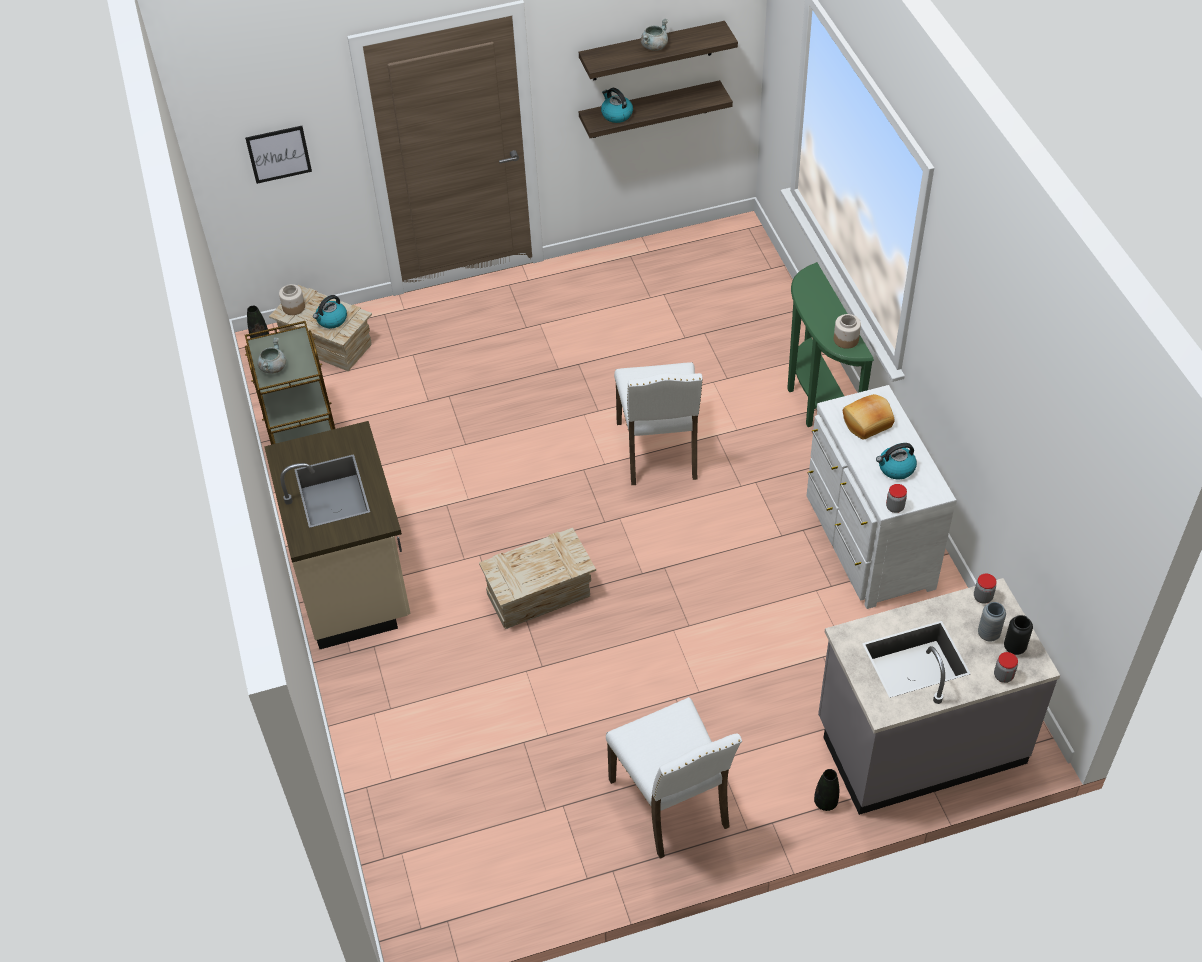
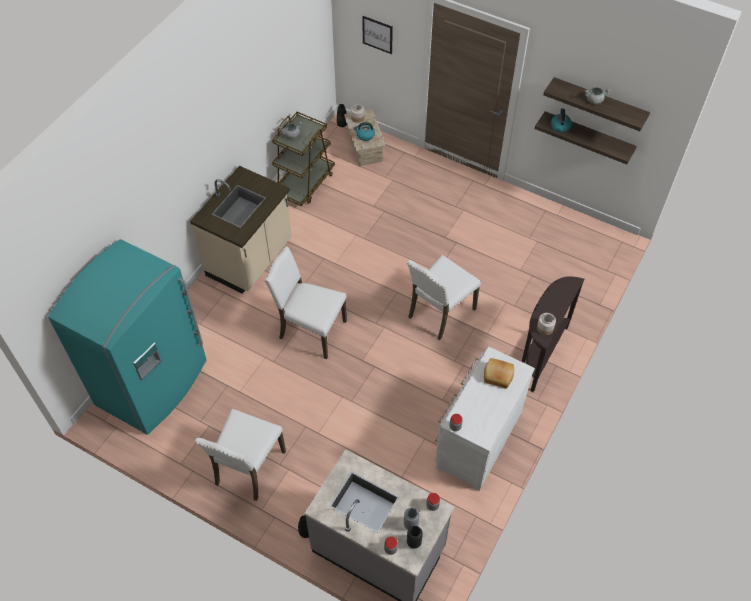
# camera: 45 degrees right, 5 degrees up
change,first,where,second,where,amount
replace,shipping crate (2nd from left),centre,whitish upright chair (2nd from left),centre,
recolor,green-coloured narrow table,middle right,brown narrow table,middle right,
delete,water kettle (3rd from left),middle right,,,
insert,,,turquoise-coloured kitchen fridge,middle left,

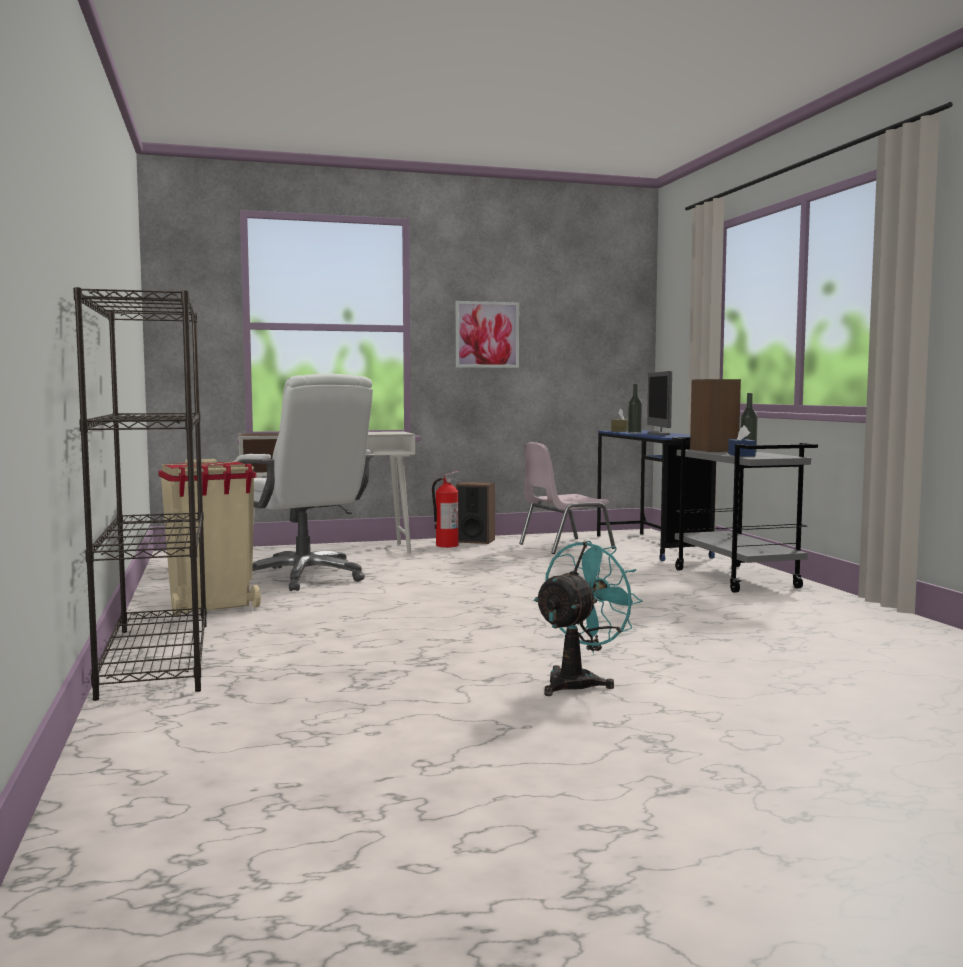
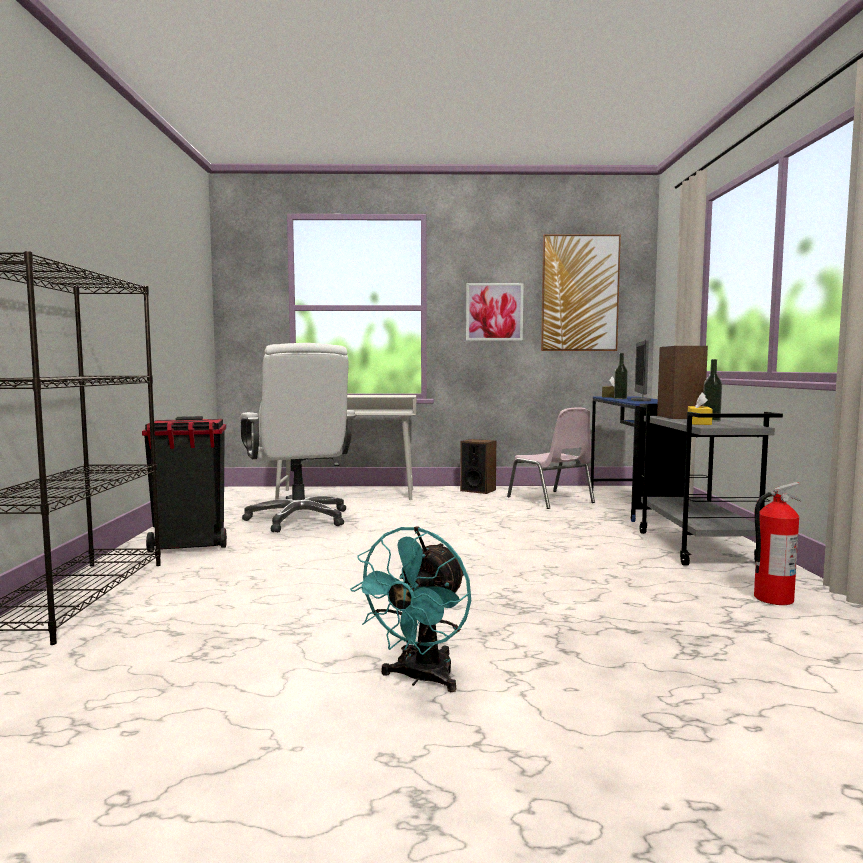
# camera: 15 degrees right, 0 degrees up
change,first,where,second,where,amount
recolor,beige-coloured rubbish bin,middle left,black rubbish bin,middle left,
move,fire-fighting cylinder,centre,,middle right,
rotate,pink-coloured upright chair,centre,,centre,105 degrees counterclockwise
rotate,turquoise-coloured cooling fan,centre,,bottom centre,150 degrees clockwise
recolor,blue-coloured tissue box,middle right,yellowish tissue box,middle right,
insert,,,wall picture (2nd from left),middle right,

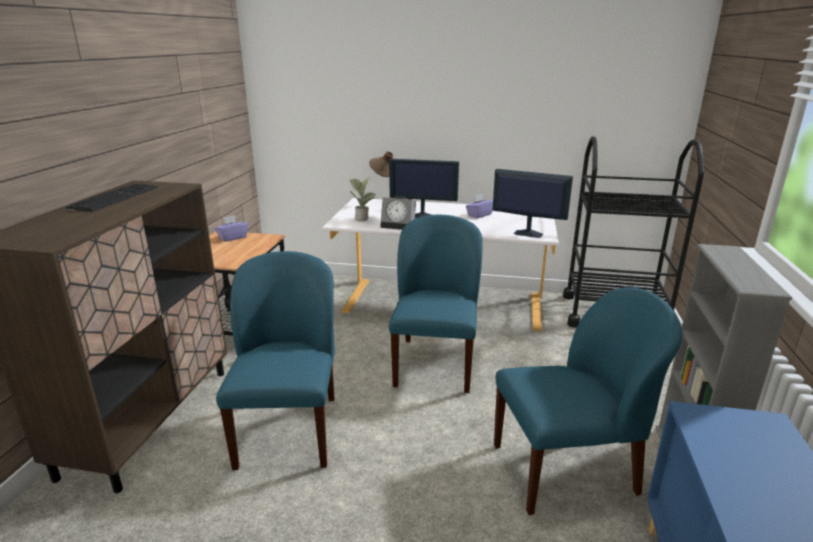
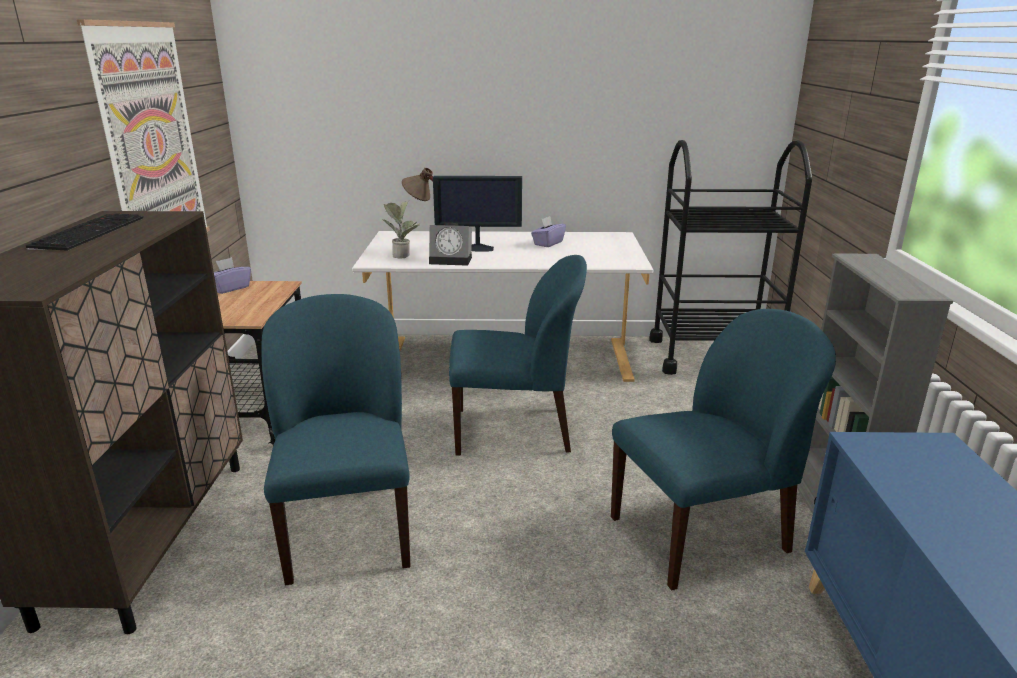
# camera: 10 degrees left, 0 degrees up
change,first,where,second,where,amount
rotate,blue-coloured upright chair (2nd from left),centre,,centre,90 degrees clockwise
delete,computer display (2nd from left),centre,,,
insert,,,wall picture,top left,

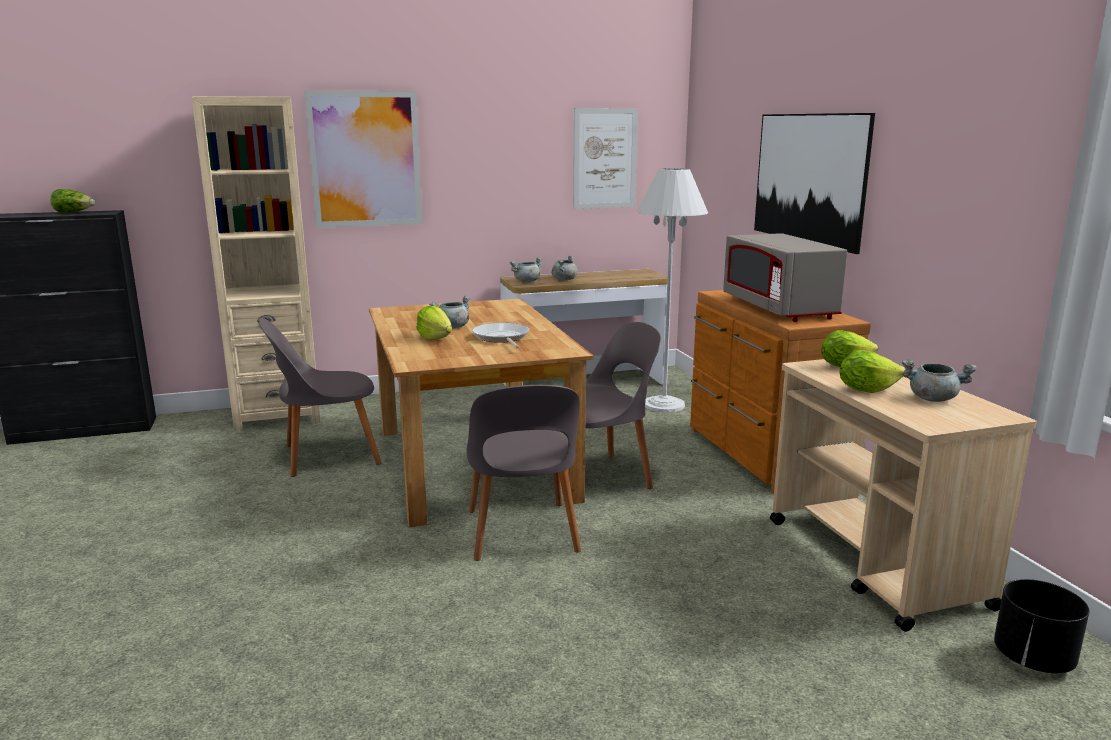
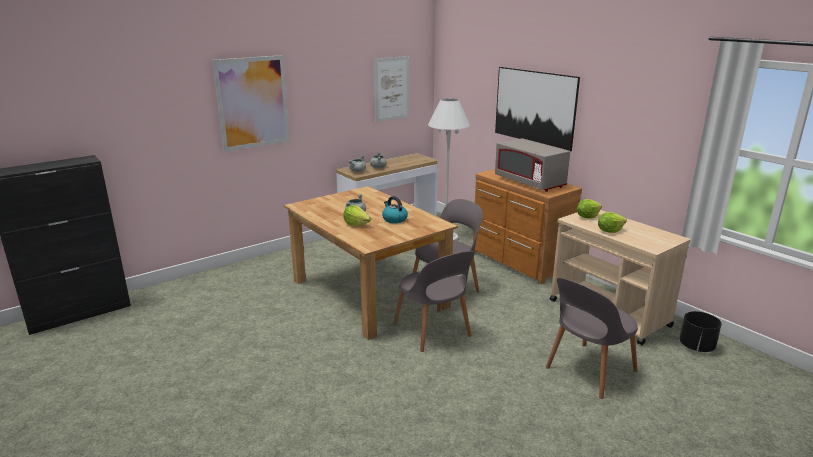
# camera: 20 degrees left, 5 degrees up
change,first,where,second,where,amount
delete,lettuce head (1st from left),top left,,,
delete,beige-coloured bookcase,middle left,,,
move,gray upright chair (1st from left in the first image),middle left,gray upright chair (3rd from left),bottom right,
replace,frying pan,centre,water kettle,centre,
delete,gray saucepot (4th from left),middle right,,,

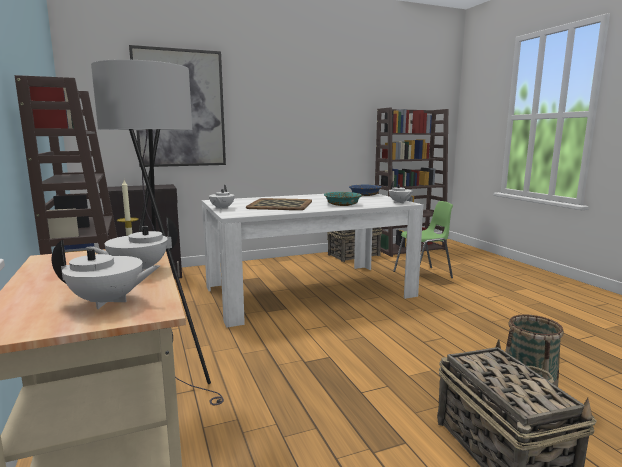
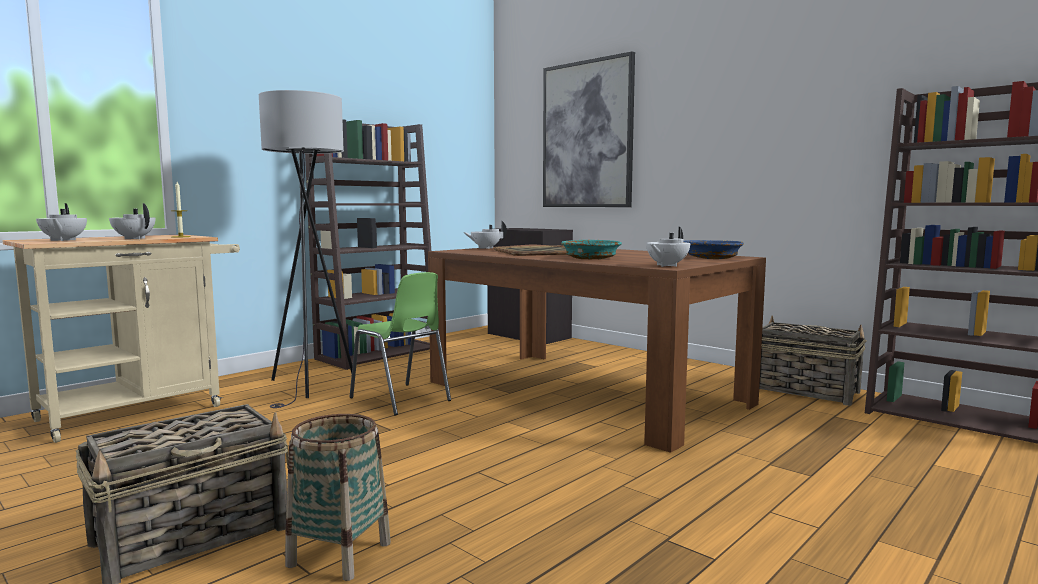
# camera: 65 degrees right, 5 degrees down
change,first,where,second,where,amount
recolor,whitish dinner table,centre,brown dinner table,centre,
move,green-coloured upright chair,middle right,,centre,

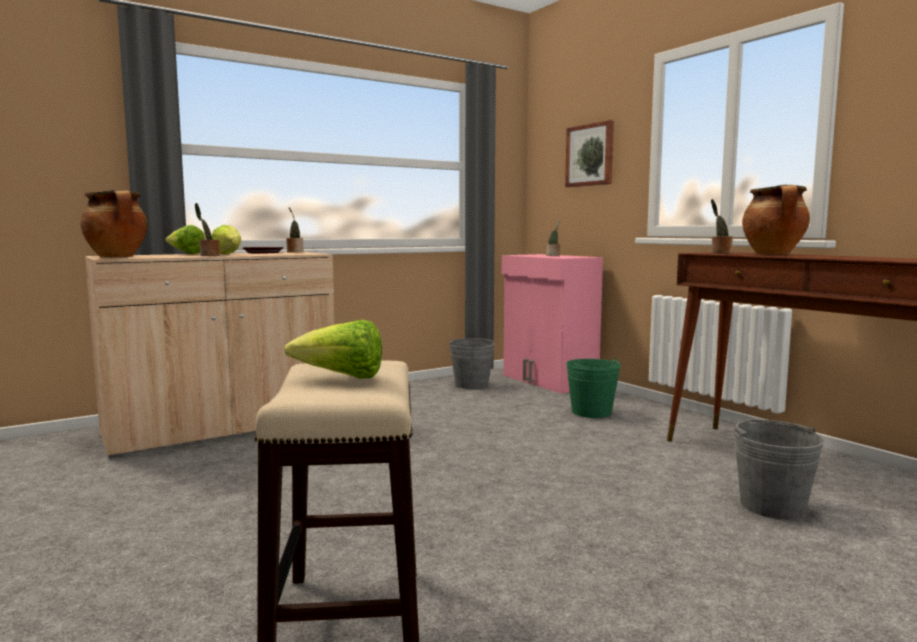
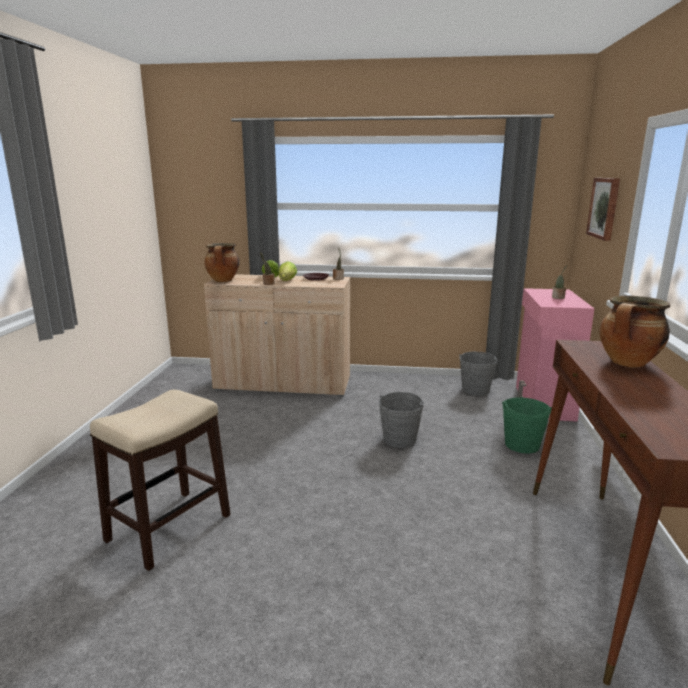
# camera: 40 degrees right, 10 degrees up
change,first,where,second,where,amount
delete,lettuce head (3rd from left),centre,,,
delete,potted plant (4th from left),middle right,,,
move,gray bucket (2nd from left in the first image),bottom right,gray bucket (1st from left),centre,

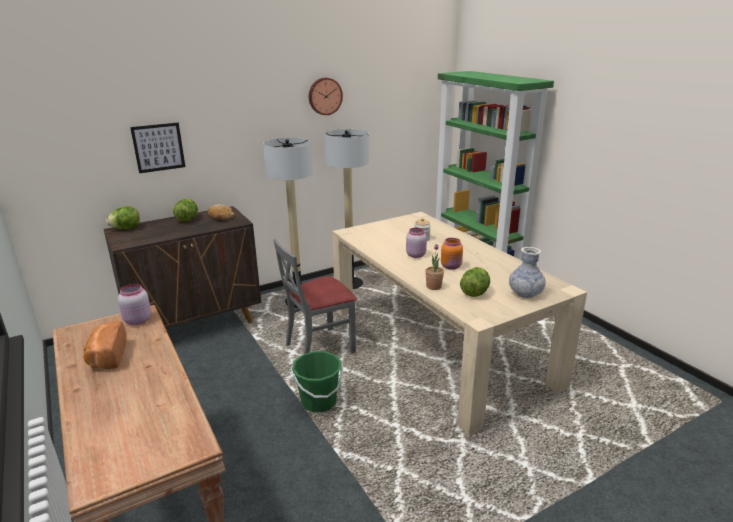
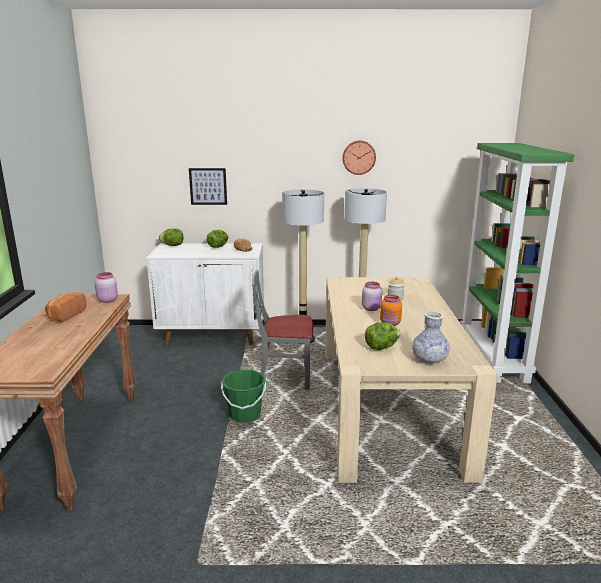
# camera: 30 degrees right, 5 degrees down
change,first,where,second,where,amount
recolor,brown storage cabinet,middle left,whitish storage cabinet,centre,
delete,potted plant,centre,,,

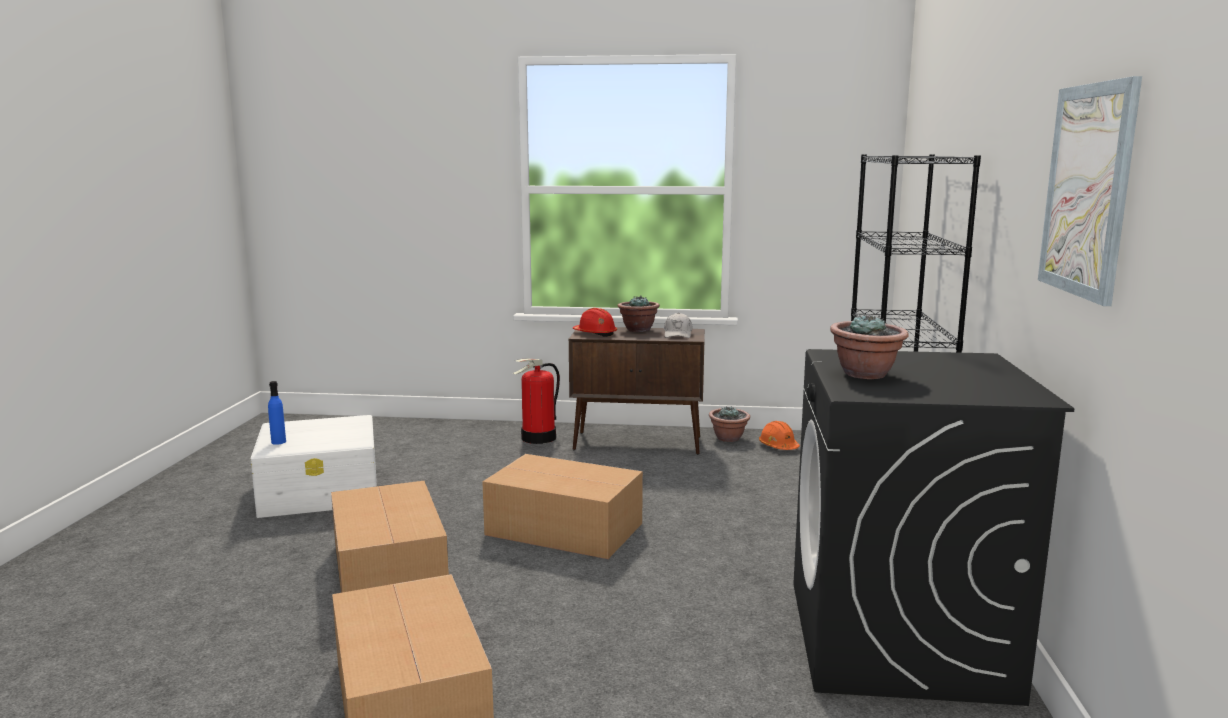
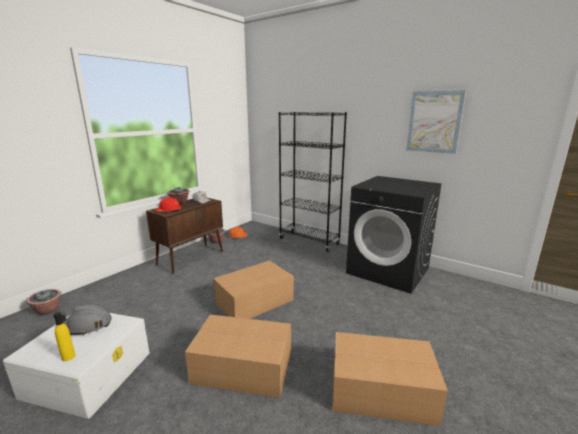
# camera: 60 degrees left, 5 degrees up
change,first,where,second,where,amount
recolor,blue-coloured bottle,middle left,yellowish bottle,bottom left,
delete,fire-fighting cylinder,centre,,,
move,potted plant (3rd from left in the first image),middle right,potted plant (1st from left),bottom left,
insert,,,gray work helmet,bottom left,

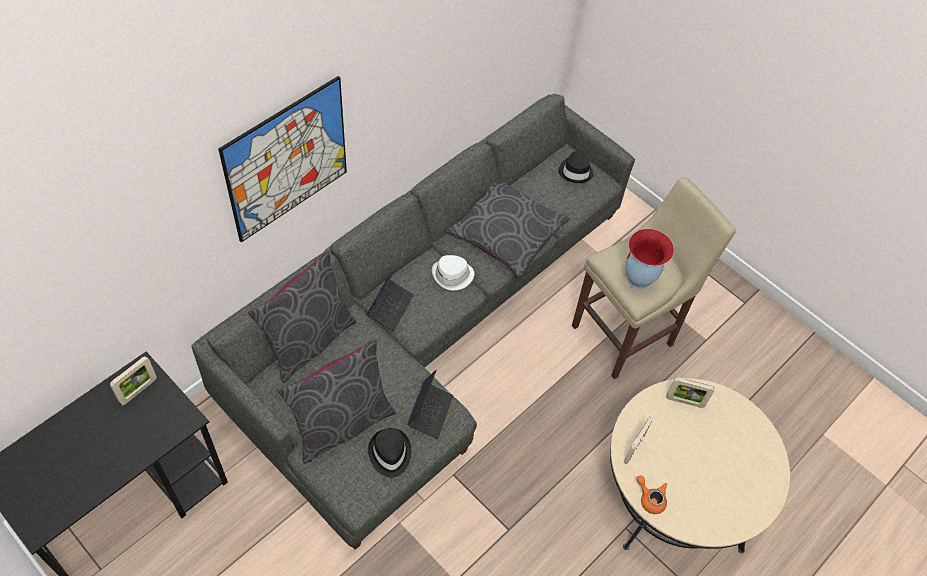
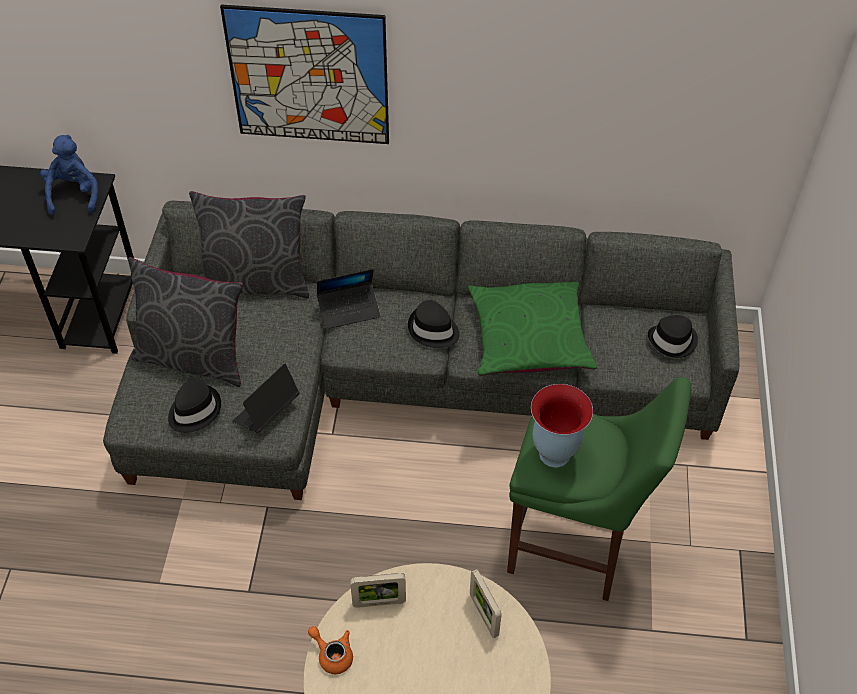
# camera: 55 degrees right, 5 degrees down
change,first,where,second,where,amount
replace,photo frame (1st from left),middle left,blue-coloured cuddly toy,top left,
rotate,laptop (2nd from left in the first image),bottom centre,laptop (1st from left),middle left,150 degrees clockwise
recolor,whitish clothing hat,centre,black clothing hat (2nd from left),centre,
recolor,gray throw pillow (3rd from left),centre,green-coloured throw pillow,centre,
recolor,beige-coloured stool seat,middle right,green-coloured stool seat,bottom right,
rotate,orange-coloured teapot,bottom right,,bottom centre,60 degrees counterclockwise

